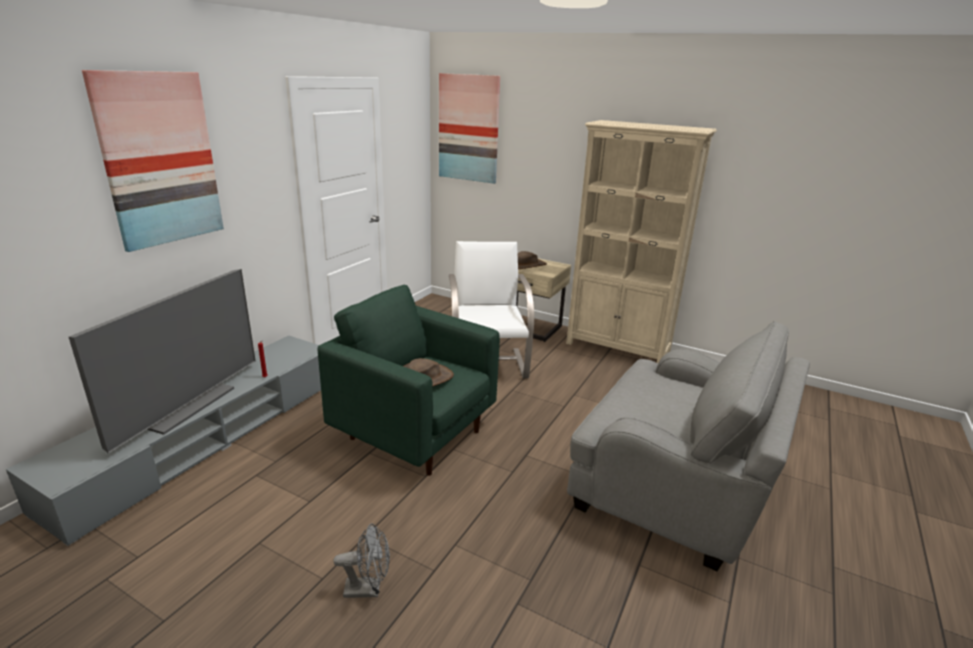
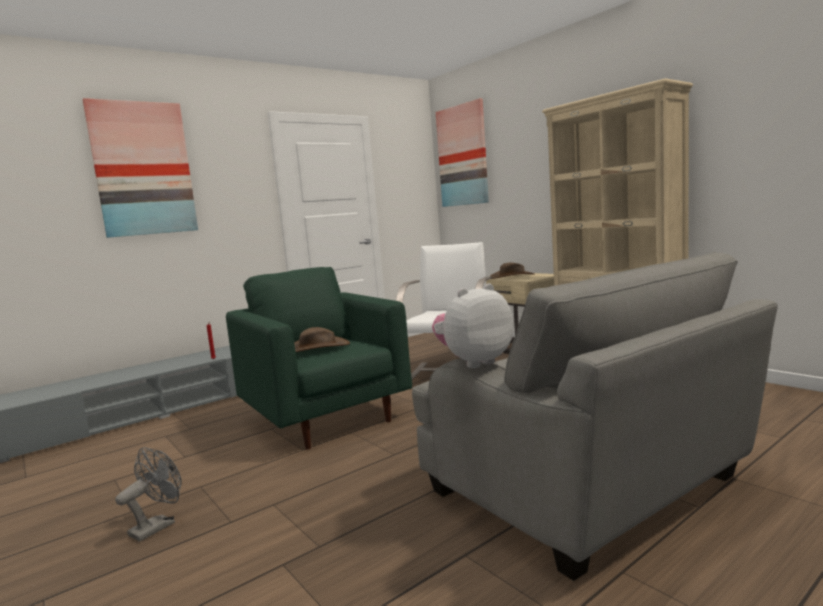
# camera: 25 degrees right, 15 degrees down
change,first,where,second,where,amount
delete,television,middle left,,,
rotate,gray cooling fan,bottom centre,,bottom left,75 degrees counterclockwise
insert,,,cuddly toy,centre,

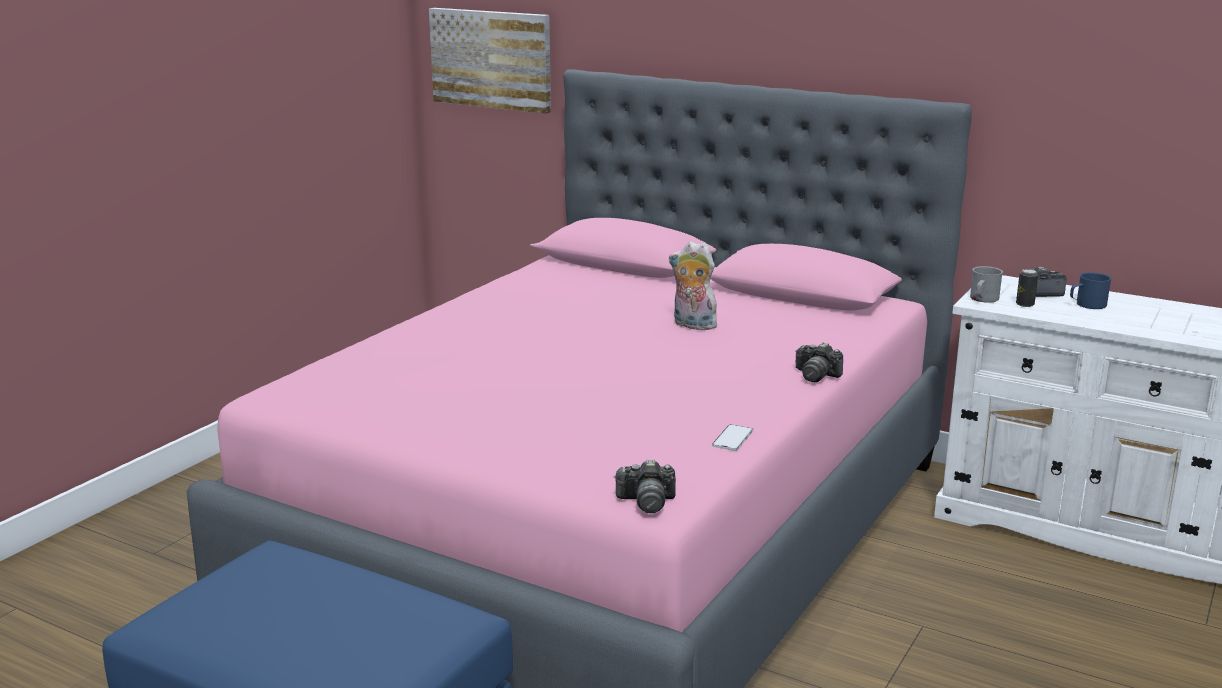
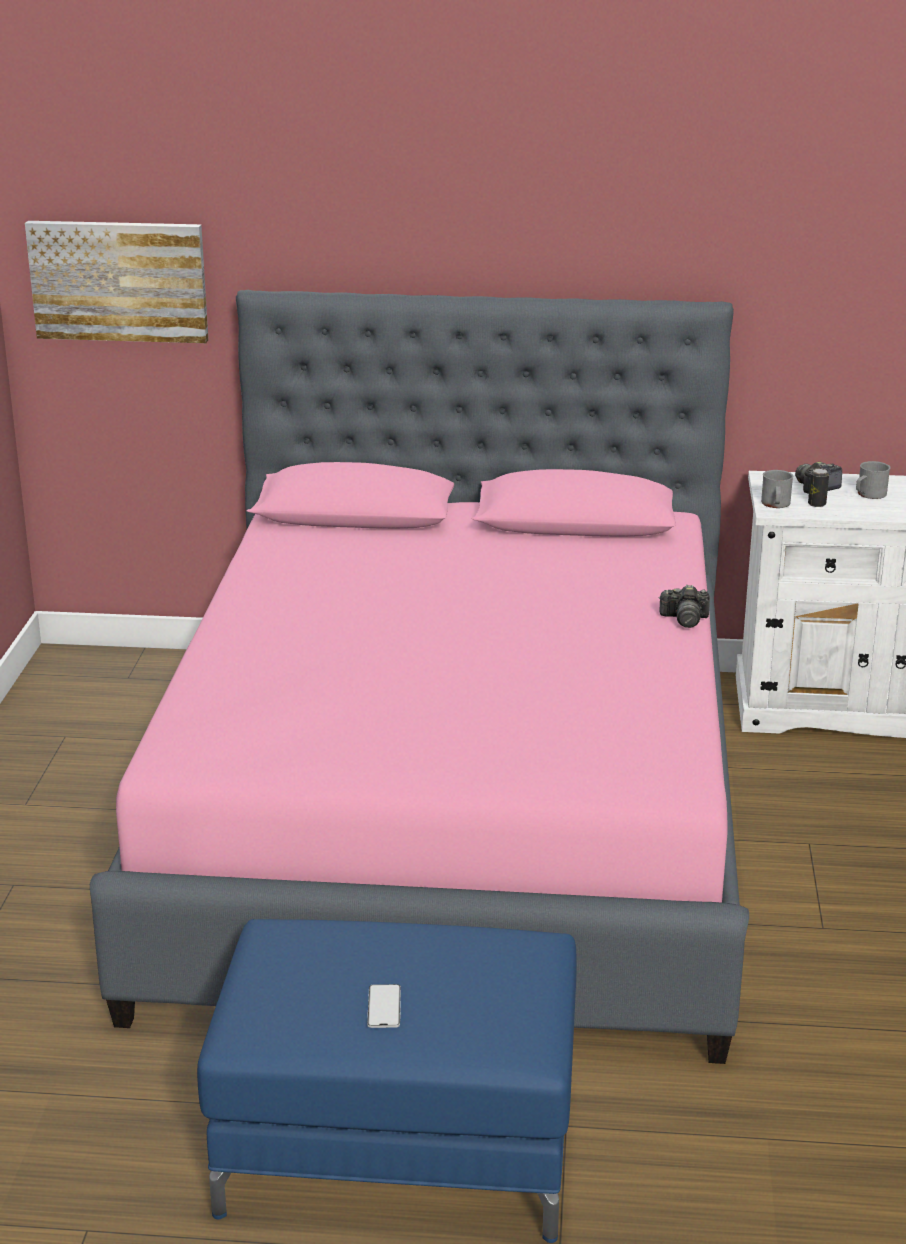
# camera: 25 degrees left, 5 degrees up
change,first,where,second,where,amount
delete,still camera (1st from left),bottom centre,,,
delete,cuddly toy,centre,,,
move,phone,centre,,bottom centre,
recolor,blue-coloured coffee mug,middle right,gray coffee mug (2nd from left),middle right,

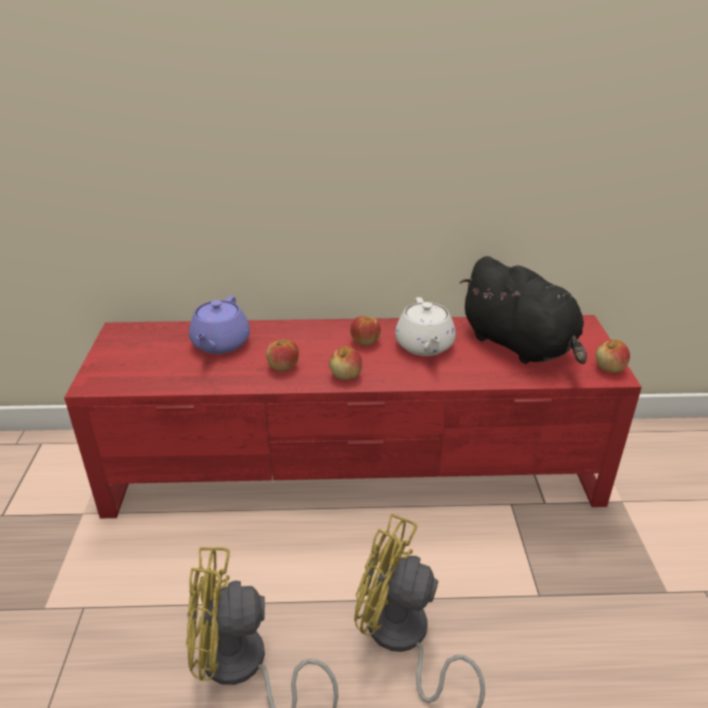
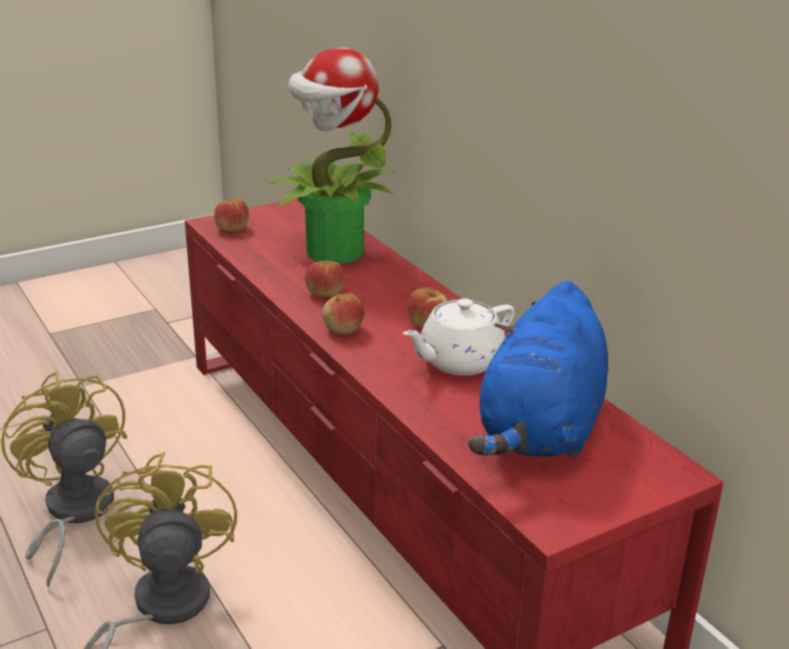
# camera: 60 degrees right, 5 degrees down
change,first,where,second,where,amount
replace,purple-coloured teapot,middle left,potted plant,top centre,
recolor,black cuddly toy,middle right,blue-coloured cuddly toy,middle right,
move,apple fruit (4th from left in the first image),middle right,apple fruit (1st from left),top left,

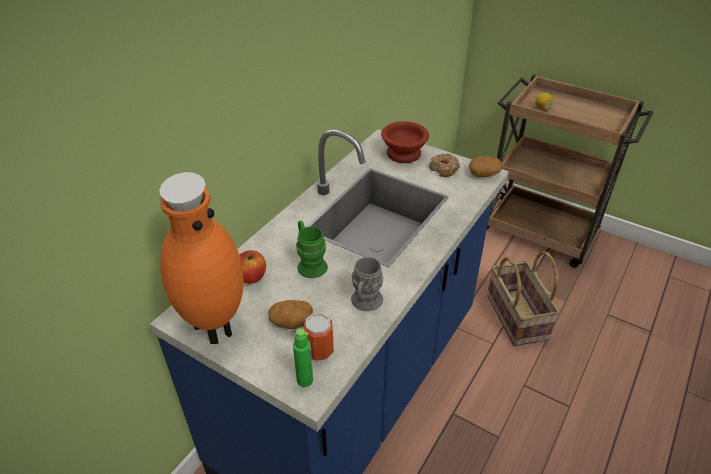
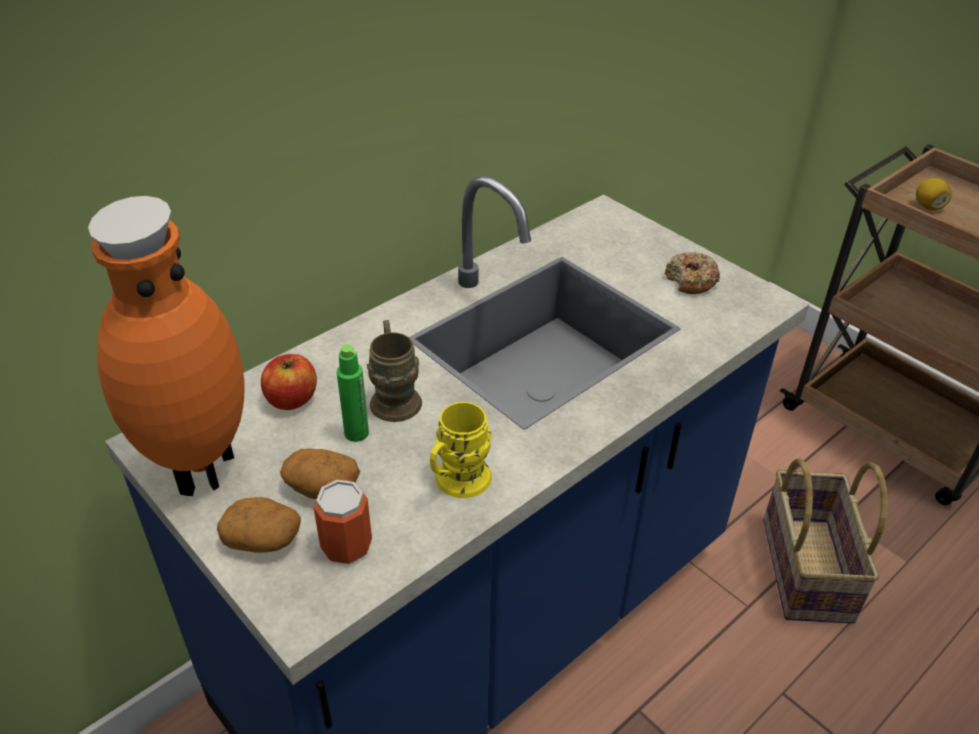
# camera: 15 degrees right, 0 degrees up
change,first,where,second,where,amount
move,green-coloured bottle,bottom centre,,centre,
recolor,green-coloured coffee mug,centre,brown coffee mug,centre,
recolor,gray coffee mug,centre,yellowish coffee mug,centre,
delete,brown deep dish,top centre,,,
move,potato (2nd from left in the first image),middle right,potato (1st from left),bottom left,

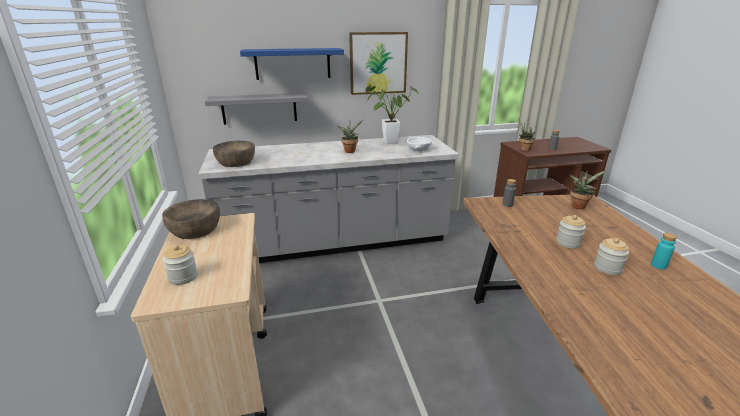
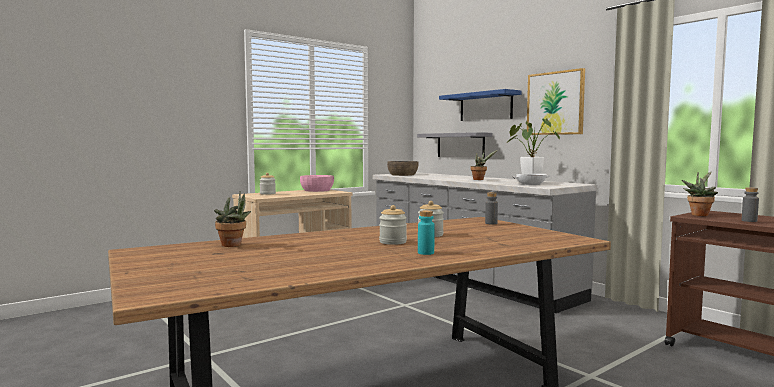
# camera: 65 degrees right, 20 degrees down
change,first,where,second,where,amount
recolor,brown deep dish (1st from left),middle left,pink-coloured deep dish,centre,
move,potted plant (4th from left in the first image),middle right,potted plant (1st from left),middle left,

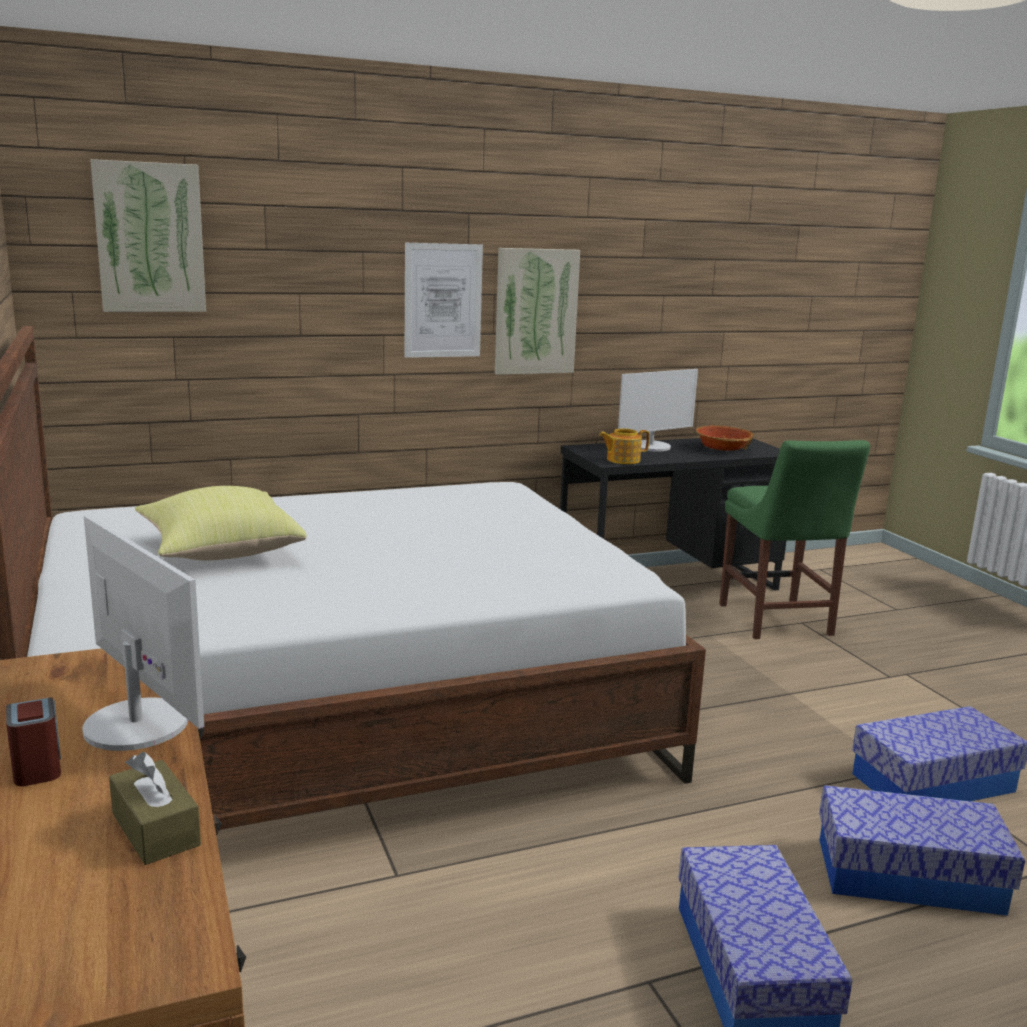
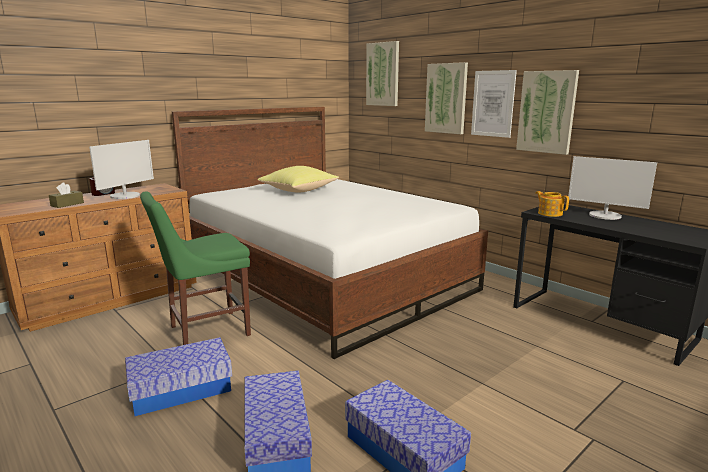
# camera: 70 degrees right, 0 degrees up
change,first,where,second,where,amount
delete,deep dish,middle right,,,
move,green-coloured upright chair,middle right,,middle left,
insert,,,wall picture (2nd from left),top centre,

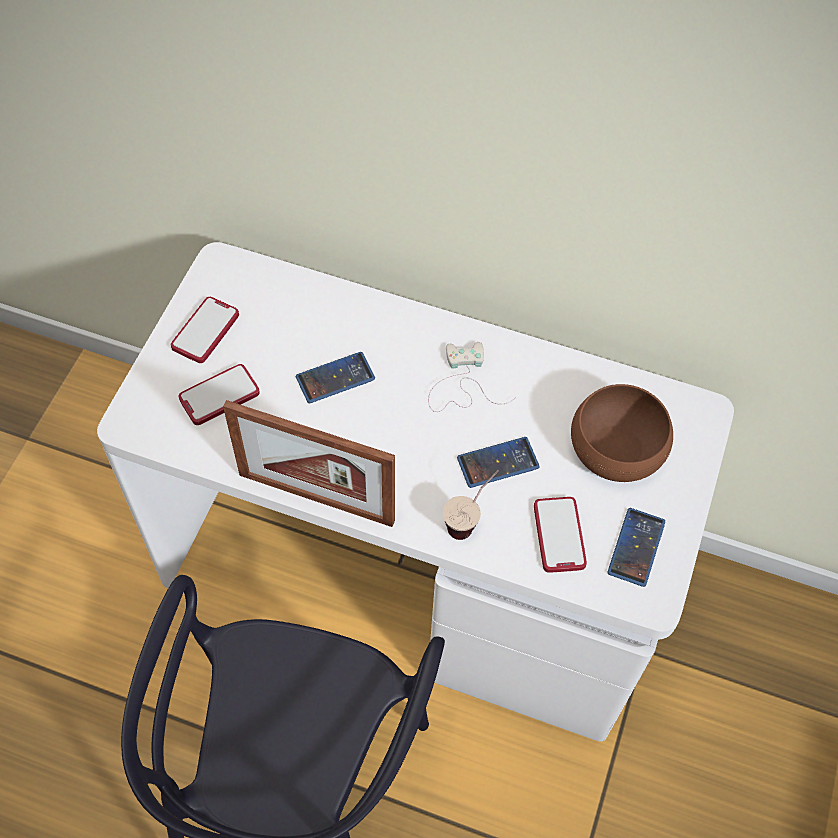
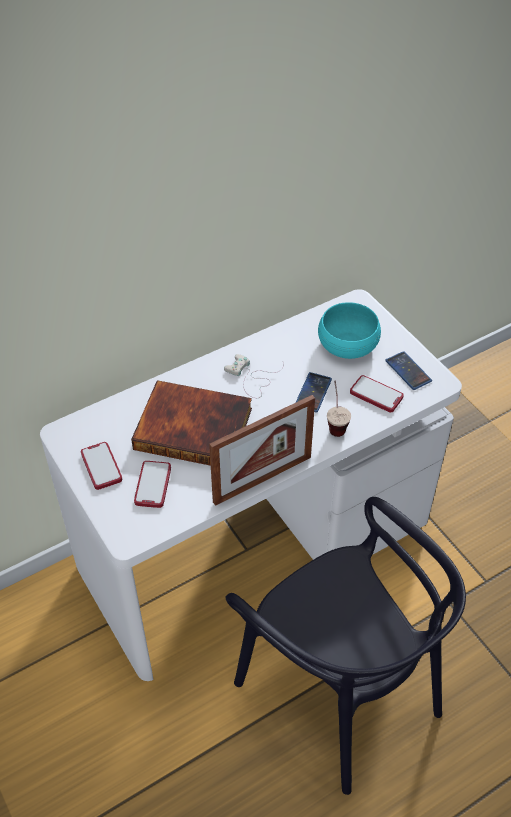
# camera: 50 degrees left, 10 degrees down
change,first,where,second,where,amount
replace,phone (3rd from left),centre,book,centre,
recolor,brown deep dish,middle right,turquoise-coloured deep dish,middle right,

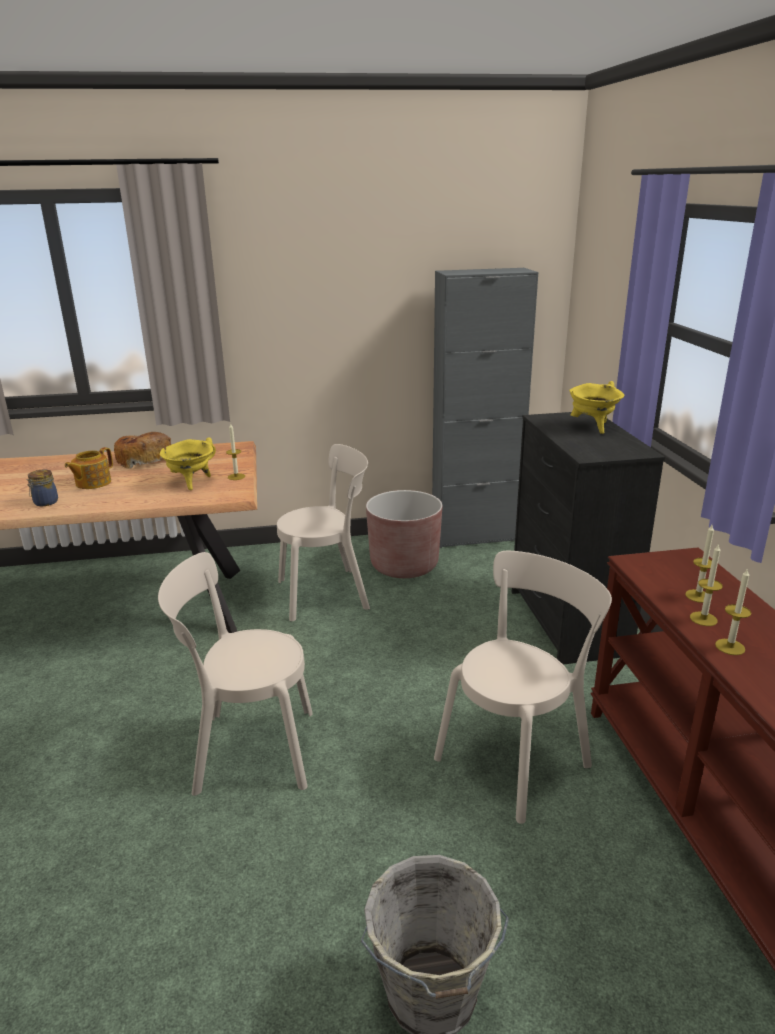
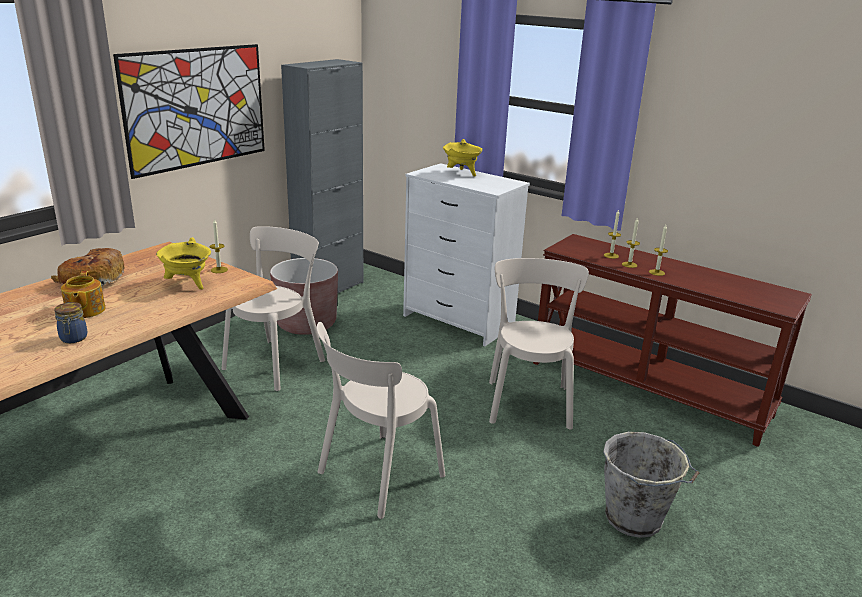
# camera: 45 degrees left, 0 degrees up
change,first,where,second,where,amount
recolor,black dresser,middle right,whitish dresser,centre,
insert,,,wall picture,top left,

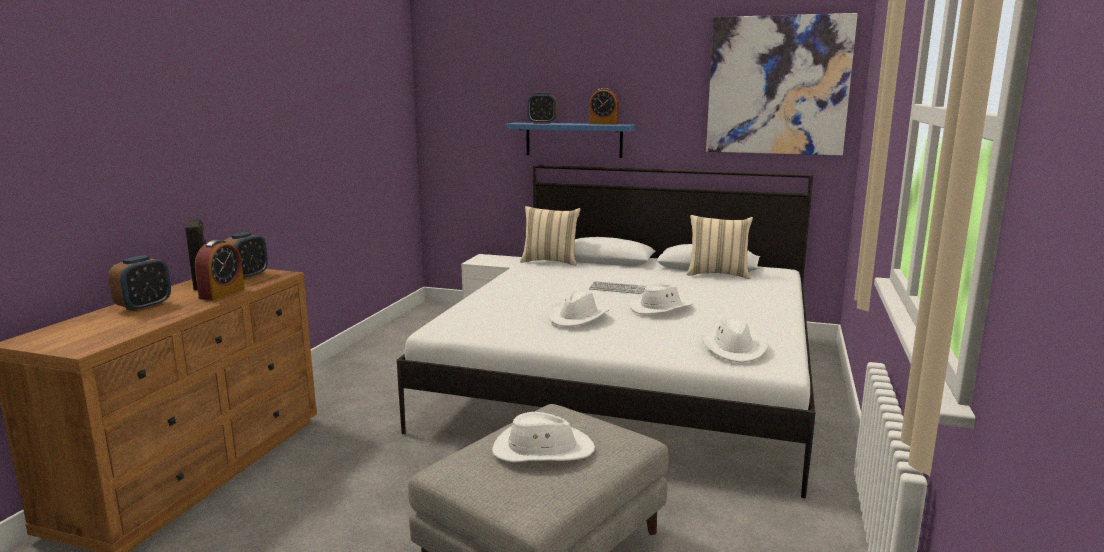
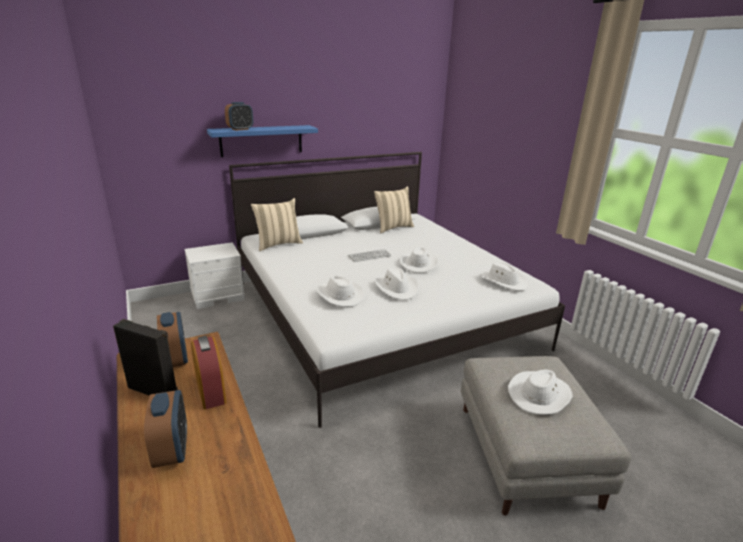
# camera: 45 degrees left, 10 degrees up
change,first,where,second,where,amount
delete,alarm clock (5th from left),top centre,,,
delete,wall picture,top right,,,
insert,,,whitish clothing hat (1st from left),centre,

